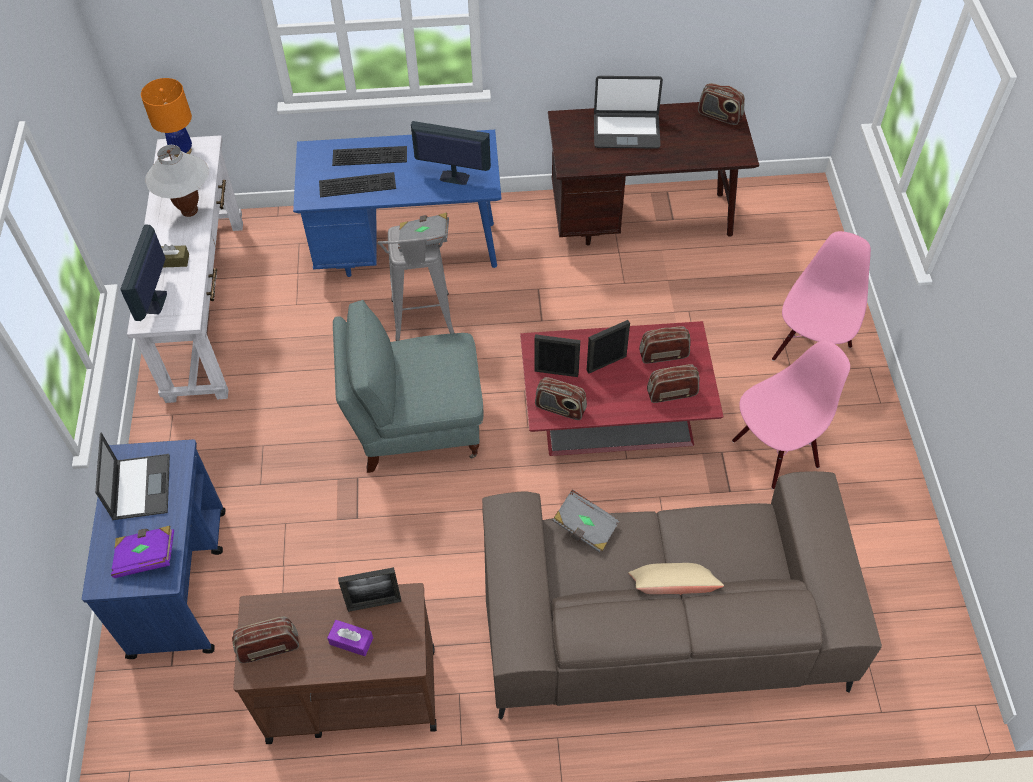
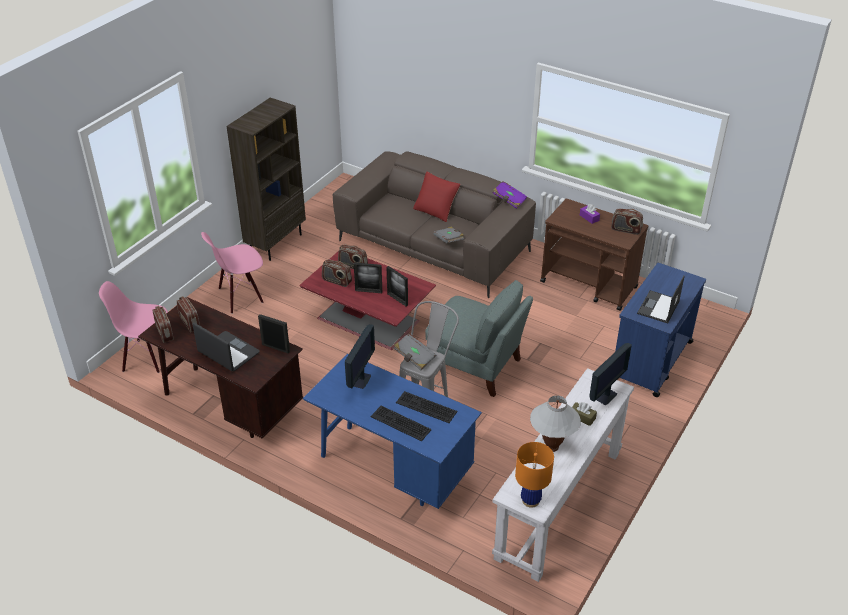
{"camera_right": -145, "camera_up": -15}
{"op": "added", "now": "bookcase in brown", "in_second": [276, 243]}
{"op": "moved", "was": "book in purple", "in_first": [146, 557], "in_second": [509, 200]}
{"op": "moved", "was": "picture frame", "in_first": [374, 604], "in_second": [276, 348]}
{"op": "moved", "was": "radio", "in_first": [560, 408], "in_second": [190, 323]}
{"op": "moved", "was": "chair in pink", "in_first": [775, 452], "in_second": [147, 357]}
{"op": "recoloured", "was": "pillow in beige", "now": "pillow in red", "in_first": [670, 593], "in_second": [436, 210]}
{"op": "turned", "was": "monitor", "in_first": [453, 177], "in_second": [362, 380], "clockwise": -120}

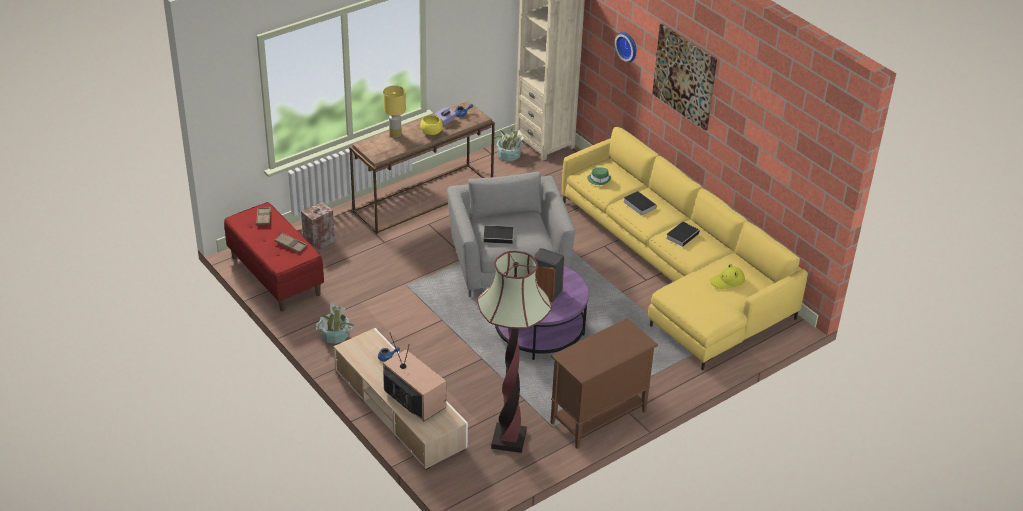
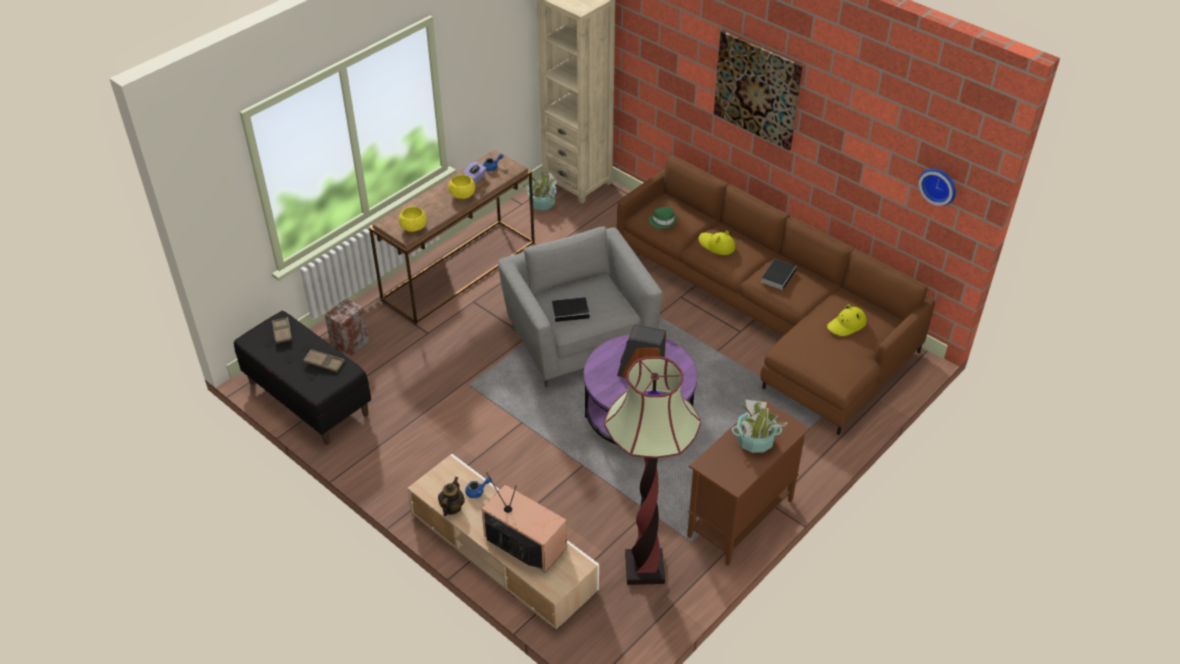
{"camera_right": -10, "camera_up": 5}
{"op": "removed", "was": "table lamp in yellow", "in_first": [395, 134]}
{"op": "added", "now": "bowl in yellow", "in_second": [414, 227]}
{"op": "added", "now": "teapot", "in_second": [451, 508]}
{"op": "moved", "was": "potted plant", "in_first": [335, 335], "in_second": [755, 440]}
{"op": "moved", "was": "wall clock", "in_first": [628, 46], "in_second": [939, 185]}
{"op": "replaced", "was": "book", "now": "hat in yellow", "in_first": [638, 204], "in_second": [716, 245]}
{"op": "recoloured", "was": "bench in red", "now": "bench in black", "in_first": [275, 276], "in_second": [308, 398]}
{"op": "recoloured", "was": "sofa in yellow", "now": "sofa in brown", "in_first": [676, 271], "in_second": [769, 314]}

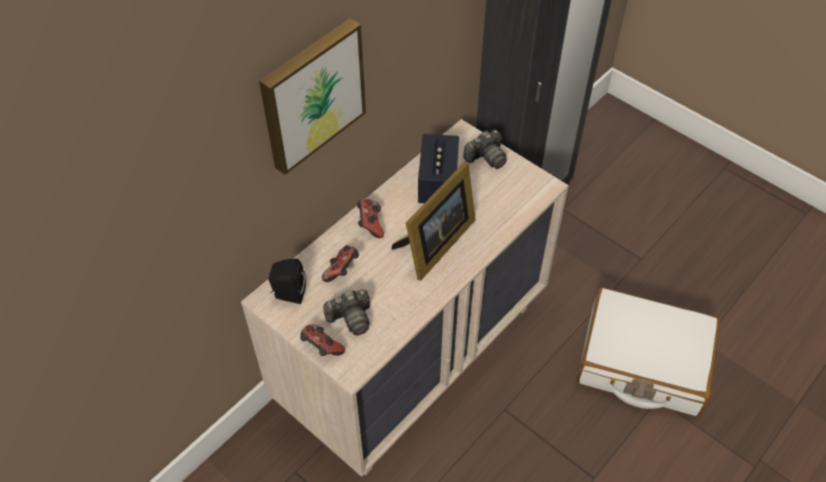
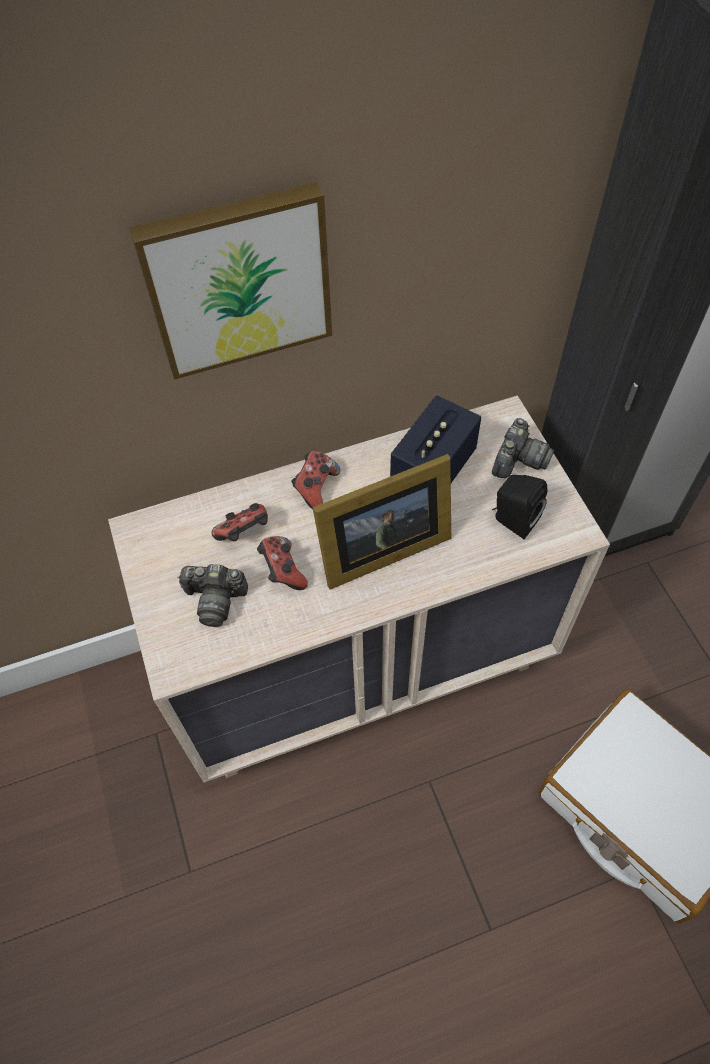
{"camera_right": 30, "camera_up": 5}
{"op": "moved", "was": "speaker in black", "in_first": [288, 294], "in_second": [513, 520]}
{"op": "moved", "was": "game controller", "in_first": [321, 348], "in_second": [282, 571]}
{"op": "turned", "was": "photo camera", "in_first": [486, 157], "in_second": [518, 460], "clockwise": -60}

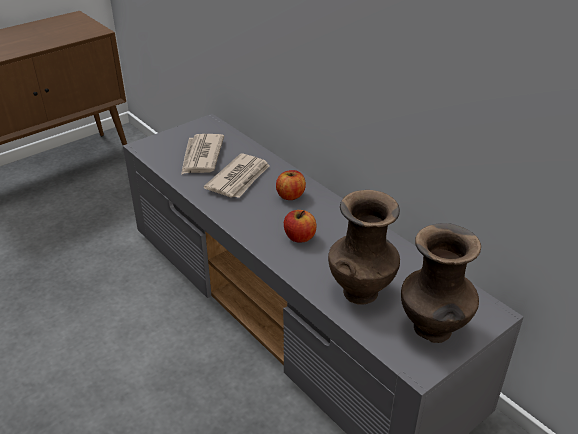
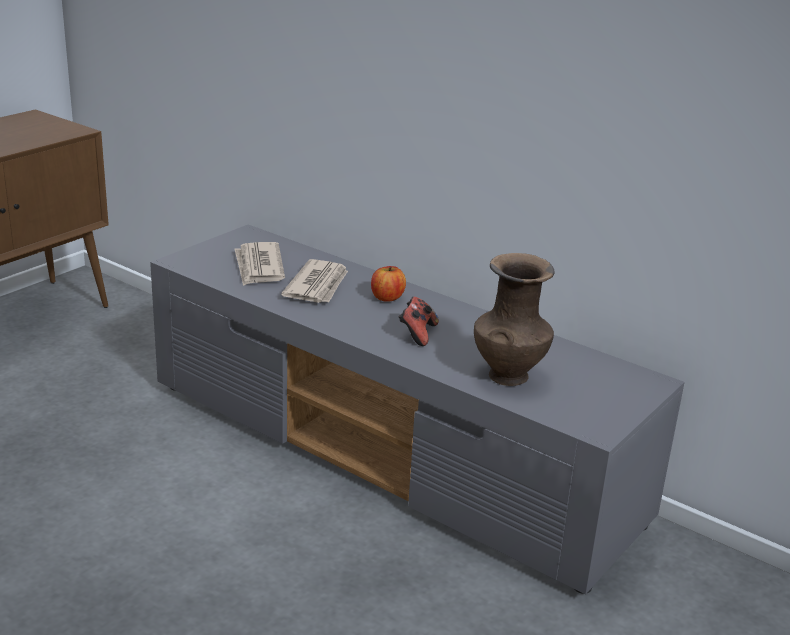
{"camera_right": -15, "camera_up": -10}
{"op": "removed", "was": "vase in brown", "in_first": [433, 330]}
{"op": "replaced", "was": "apple", "now": "game controller", "in_first": [299, 237], "in_second": [417, 334]}

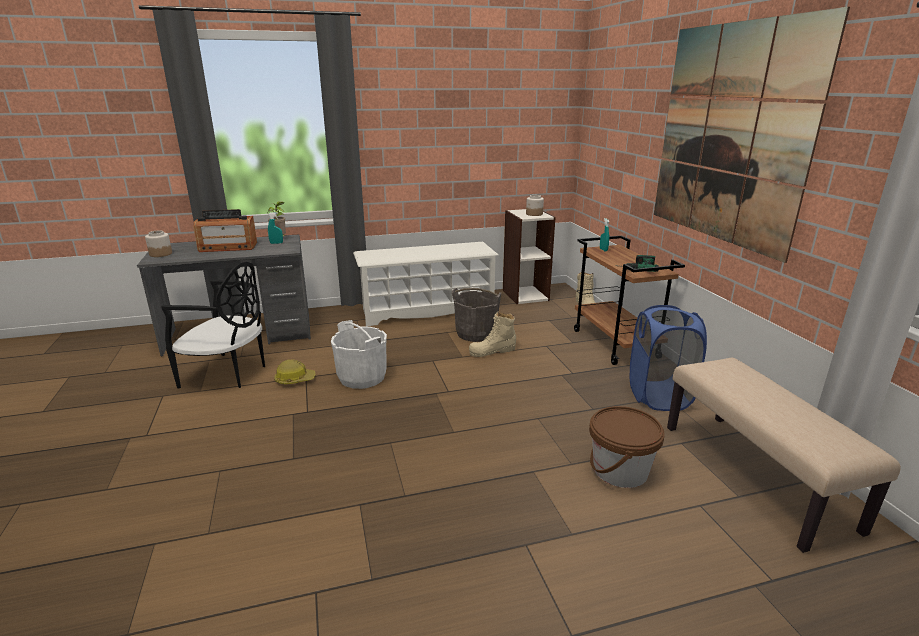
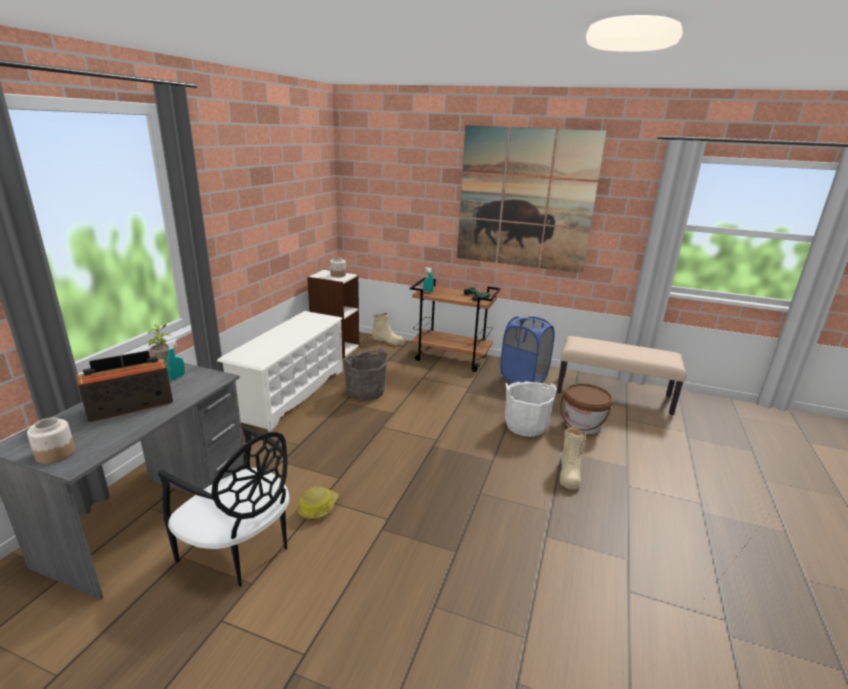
{"camera_right": -55, "camera_up": 0}
{"op": "moved", "was": "bucket in white", "in_first": [362, 377], "in_second": [525, 426]}
{"op": "moved", "was": "boot in beige", "in_first": [492, 351], "in_second": [569, 473]}
{"op": "turned", "was": "chair in black", "in_first": [228, 374], "in_second": [240, 550], "clockwise": 75}
{"op": "turned", "was": "radio", "in_first": [228, 247], "in_second": [130, 405], "clockwise": -150}

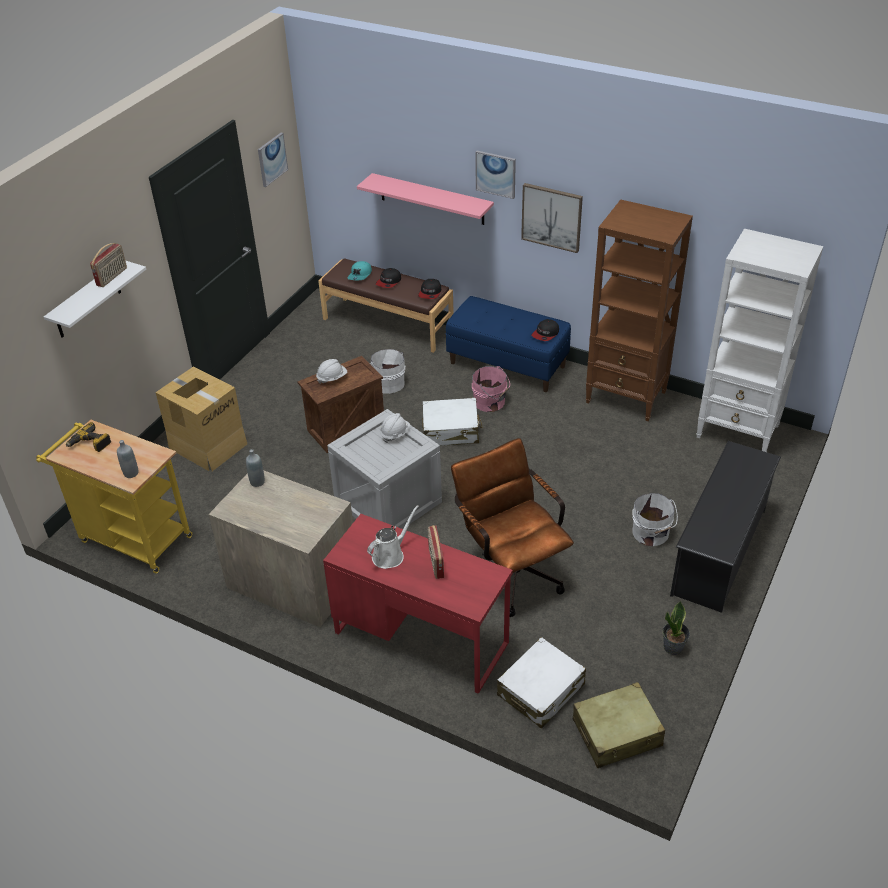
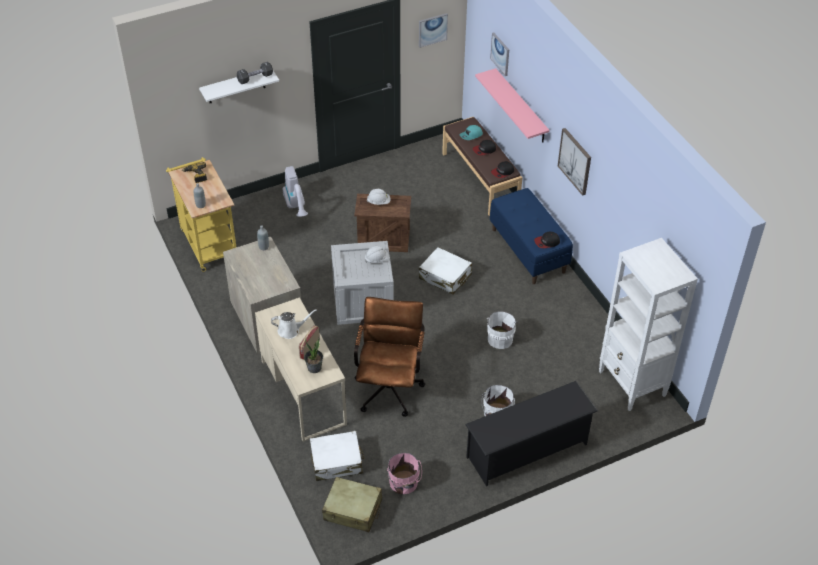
{"camera_right": 35, "camera_up": 5}
{"op": "removed", "was": "bookcase in brown", "in_first": [626, 397]}
{"op": "moved", "was": "bucket in white", "in_first": [388, 383], "in_second": [500, 338]}
{"op": "moved", "was": "bucket in pink", "in_first": [490, 403], "in_second": [403, 483]}
{"op": "moved", "was": "picture", "in_first": [495, 174], "in_second": [500, 54]}
{"op": "moved", "was": "potted plant", "in_first": [673, 647], "in_second": [314, 368]}
{"op": "replaced", "was": "radio", "now": "dumbbell in black", "in_first": [112, 277], "in_second": [255, 78]}
{"op": "replaced", "was": "cardboard box", "now": "vacuum cleaner", "in_first": [208, 445], "in_second": [296, 207]}
{"op": "recoloured", "was": "desk in red", "now": "desk in beige", "in_first": [421, 637], "in_second": [303, 392]}

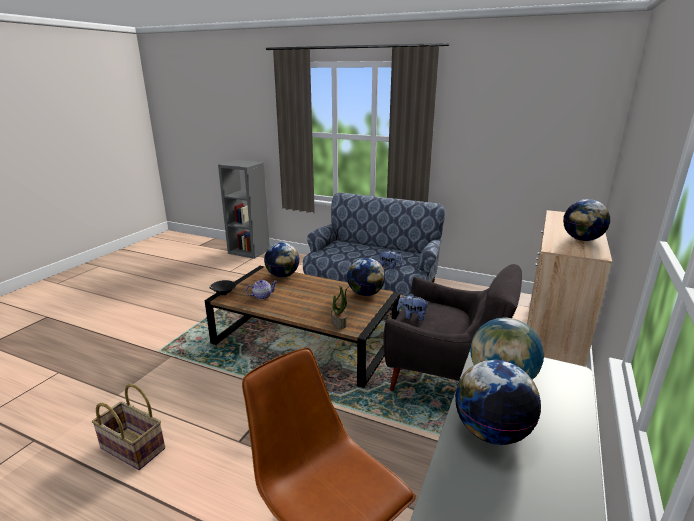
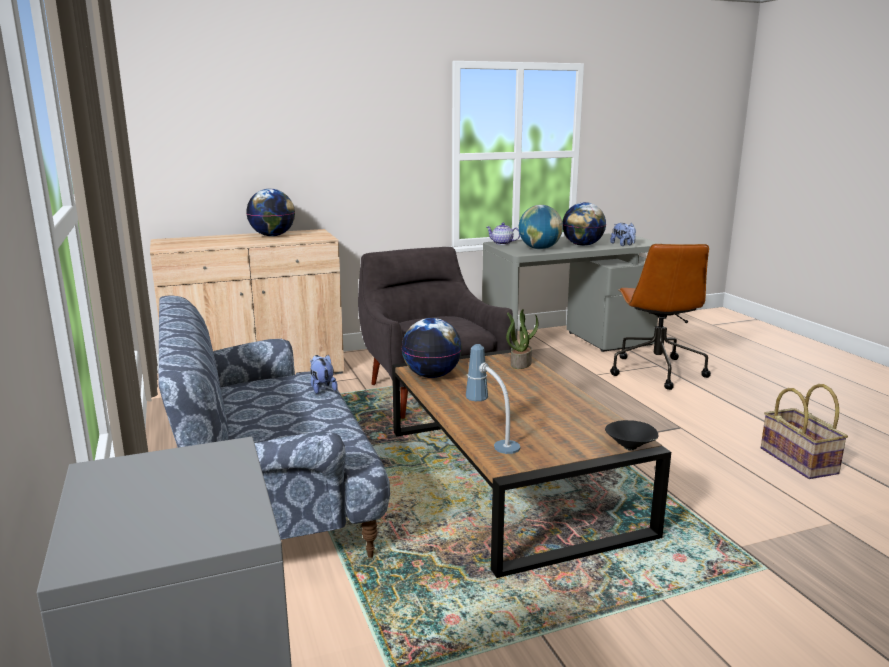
{"camera_right": -135, "camera_up": -5}
{"op": "moved", "was": "teapot", "in_first": [262, 296], "in_second": [502, 243]}
{"op": "moved", "was": "plush toy", "in_first": [412, 316], "in_second": [623, 245]}
{"op": "replaced", "was": "globe", "now": "table lamp", "in_first": [282, 275], "in_second": [492, 442]}

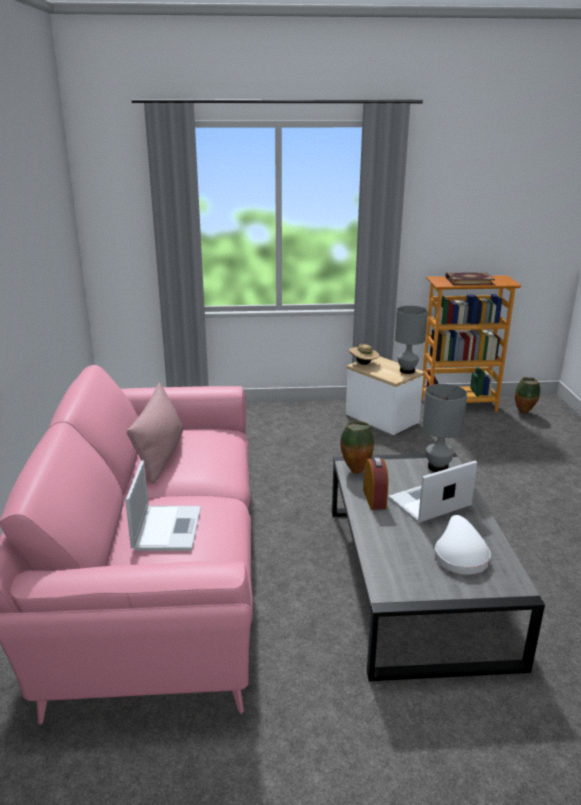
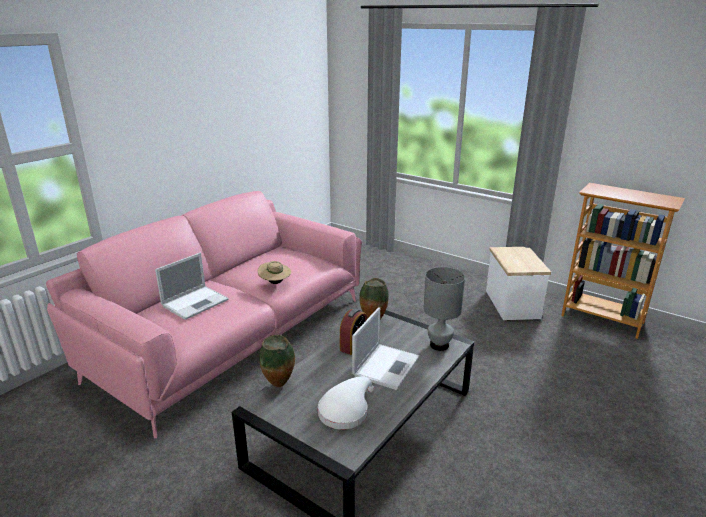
{"camera_right": 40, "camera_up": 0}
{"op": "removed", "was": "pillow in pink", "in_first": [160, 455]}
{"op": "removed", "was": "table lamp in grey", "in_first": [407, 371]}
{"op": "removed", "was": "book", "in_first": [469, 280]}
{"op": "moved", "was": "hat in beige", "in_first": [363, 364], "in_second": [275, 283]}
{"op": "moved", "was": "vase", "in_first": [524, 413], "in_second": [279, 386]}
{"op": "turned", "was": "laptop", "in_first": [428, 503], "in_second": [386, 365], "clockwise": 105}

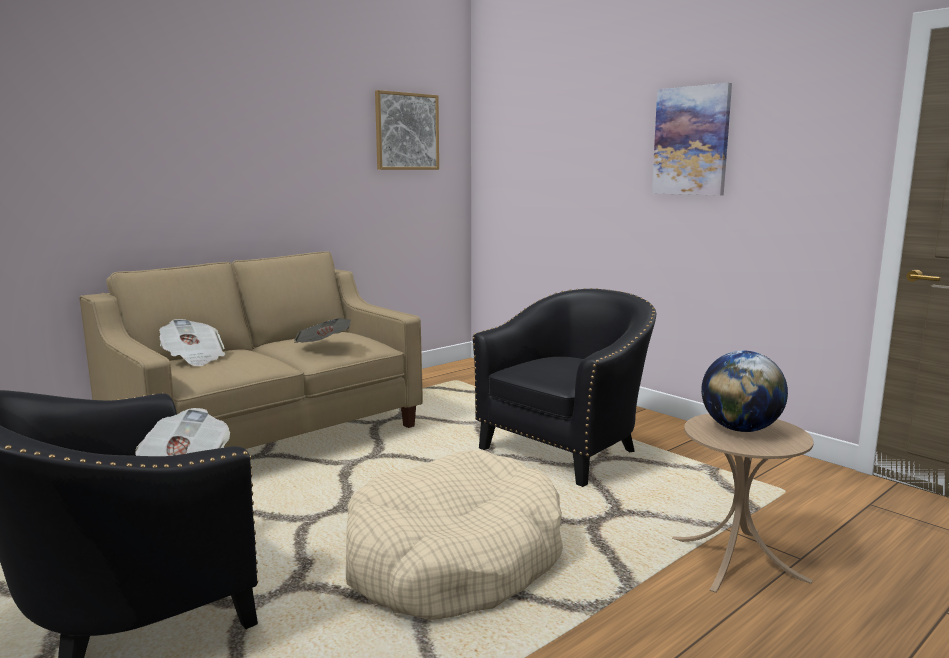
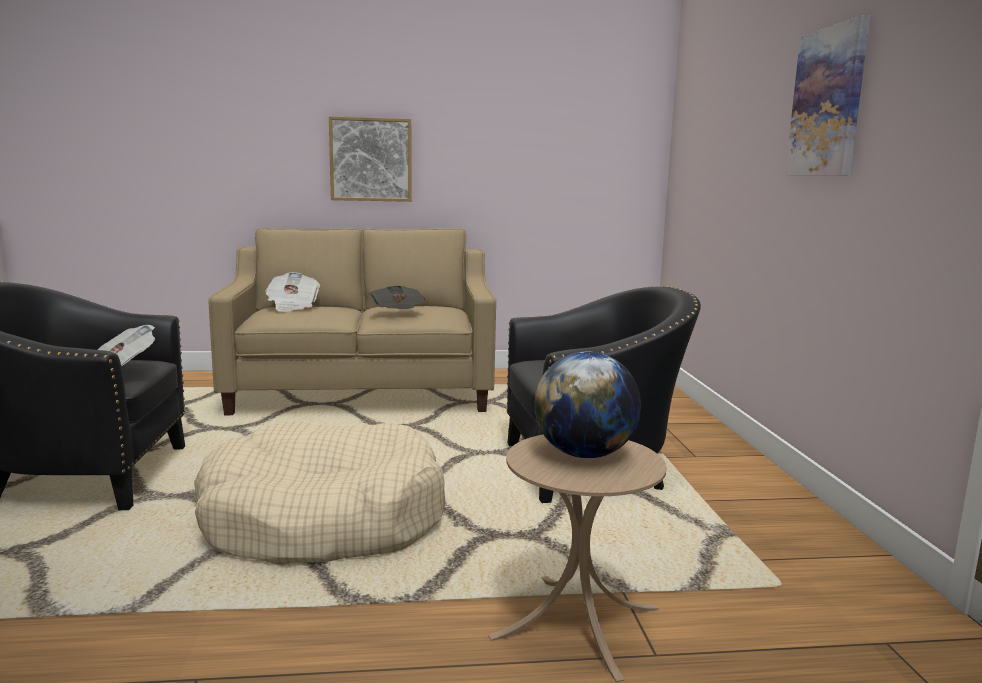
{"camera_right": 35, "camera_up": 0}
{"op": "moved", "was": "picture", "in_first": [406, 131], "in_second": [371, 159]}

